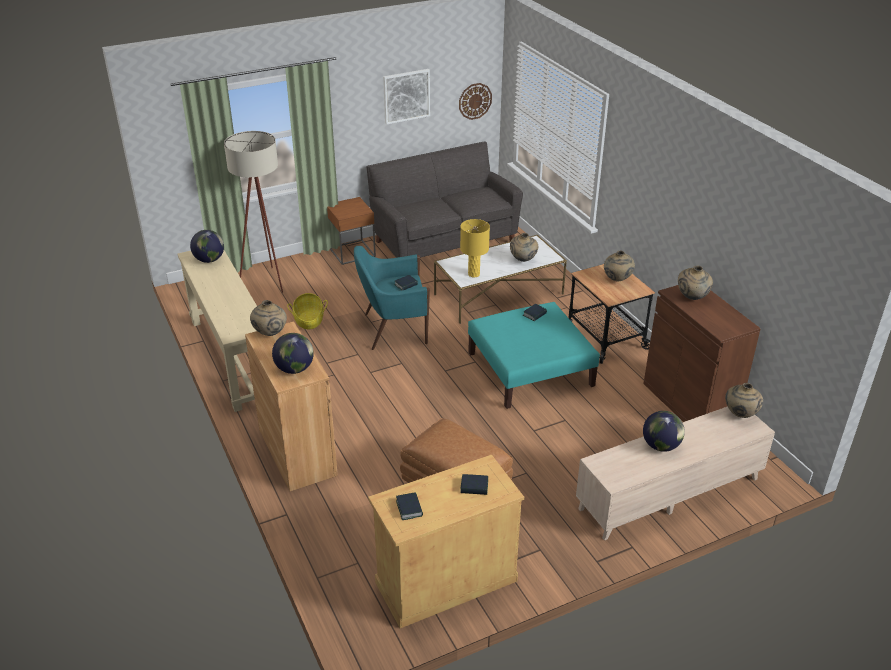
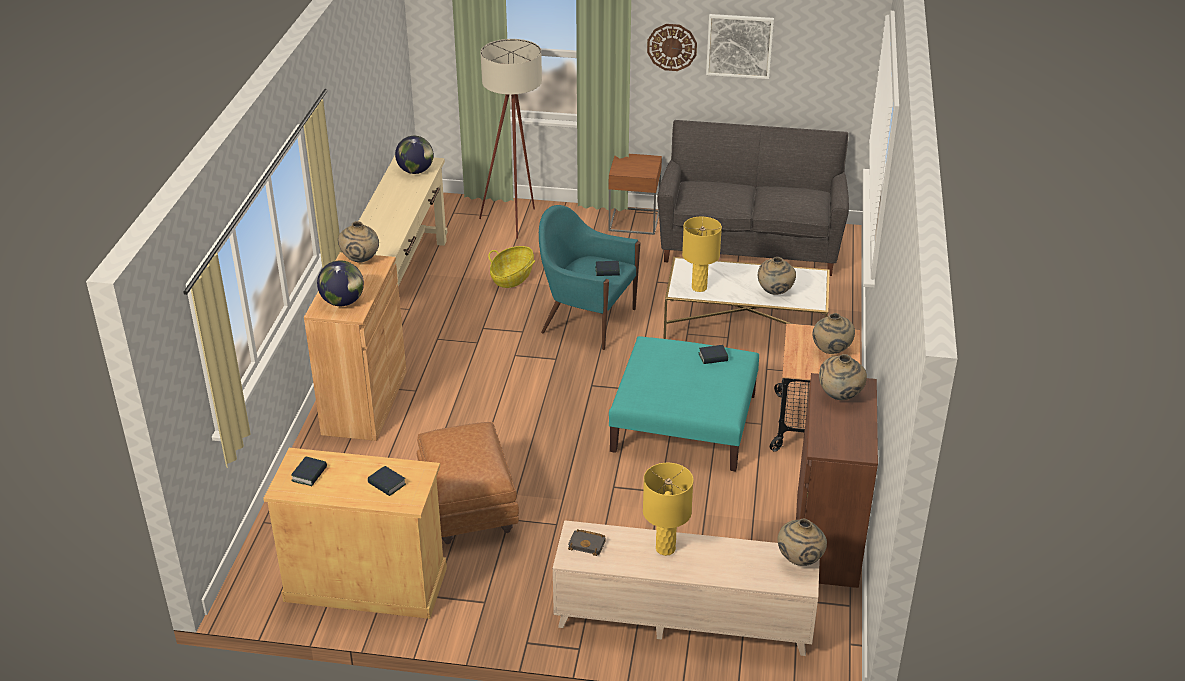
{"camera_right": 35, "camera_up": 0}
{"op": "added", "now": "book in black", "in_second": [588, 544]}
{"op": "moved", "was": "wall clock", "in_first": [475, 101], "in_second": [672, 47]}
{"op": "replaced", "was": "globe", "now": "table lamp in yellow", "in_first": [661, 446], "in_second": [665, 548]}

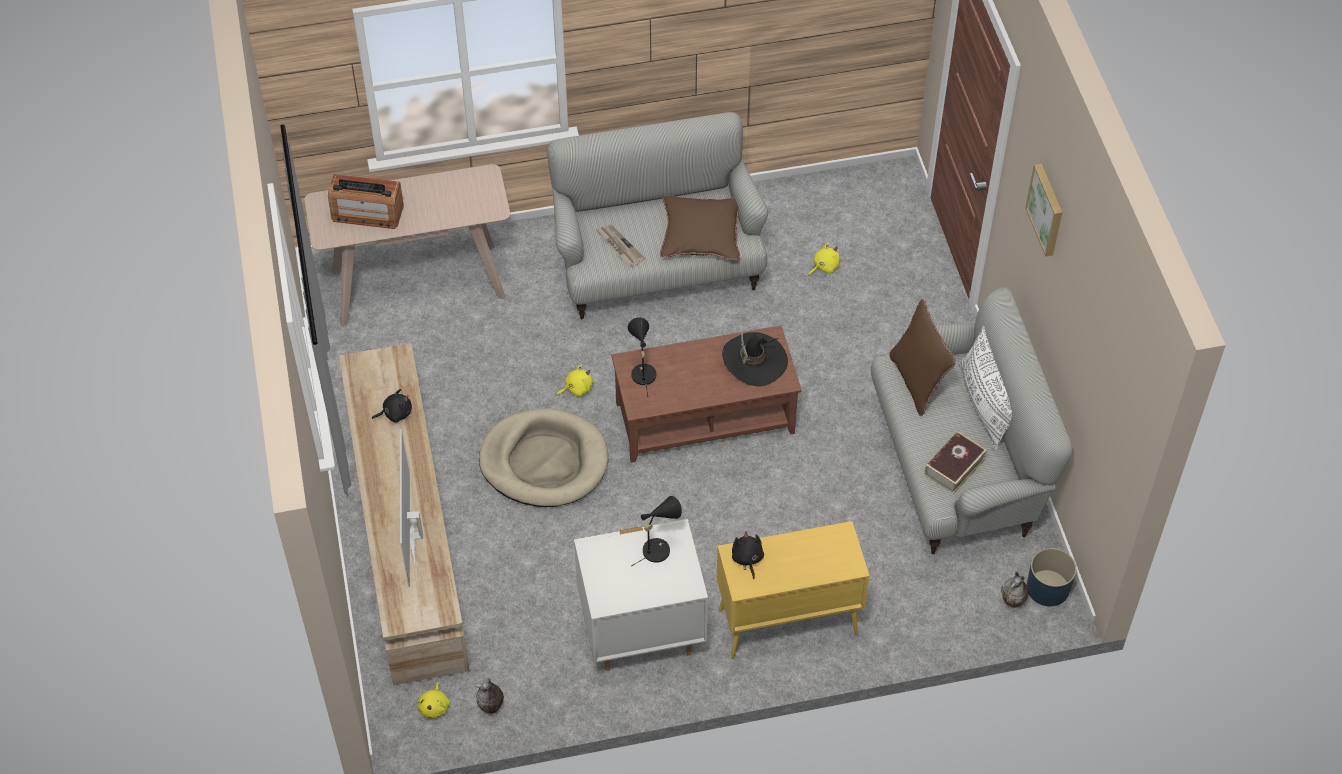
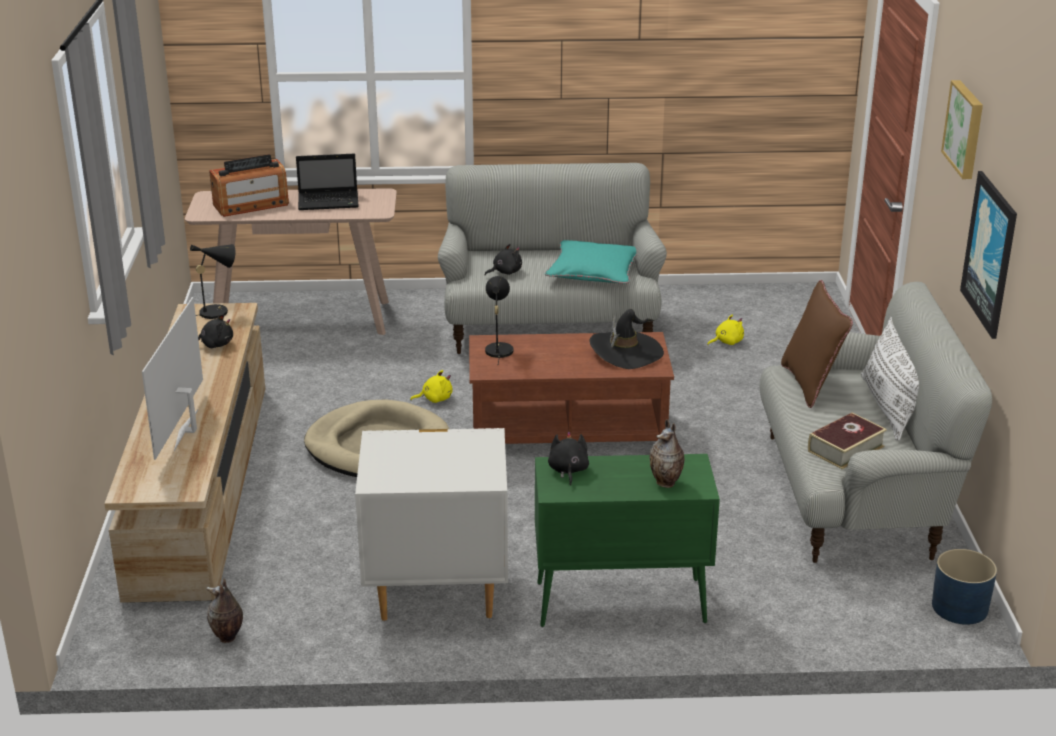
{"camera_right": 10, "camera_up": -25}
{"op": "removed", "was": "plush toy in yellow", "in_first": [434, 706]}
{"op": "added", "now": "laptop", "in_second": [329, 202]}
{"op": "added", "now": "picture", "in_second": [991, 253]}
{"op": "moved", "was": "table lamp in black", "in_first": [659, 548], "in_second": [217, 311]}
{"op": "moved", "was": "vase", "in_first": [1013, 602], "in_second": [666, 483]}
{"op": "replaced", "was": "newspaper", "now": "plush toy in black", "in_first": [619, 246], "in_second": [505, 272]}
{"op": "recoloured", "was": "pillow in brown", "now": "pillow in turquoise", "in_first": [701, 233], "in_second": [593, 271]}
{"op": "recoloured", "was": "cabinet in yellow", "now": "cabinet in green", "in_first": [786, 623], "in_second": [618, 603]}
{"op": "turned", "was": "radio", "in_first": [367, 213], "in_second": [251, 205], "clockwise": -45}

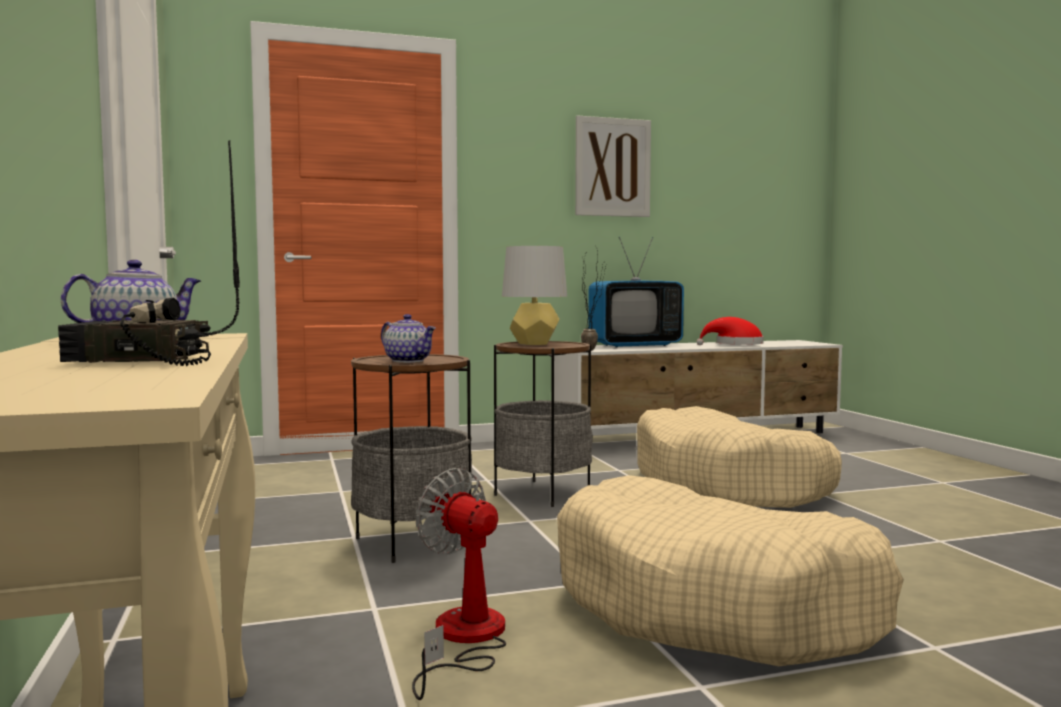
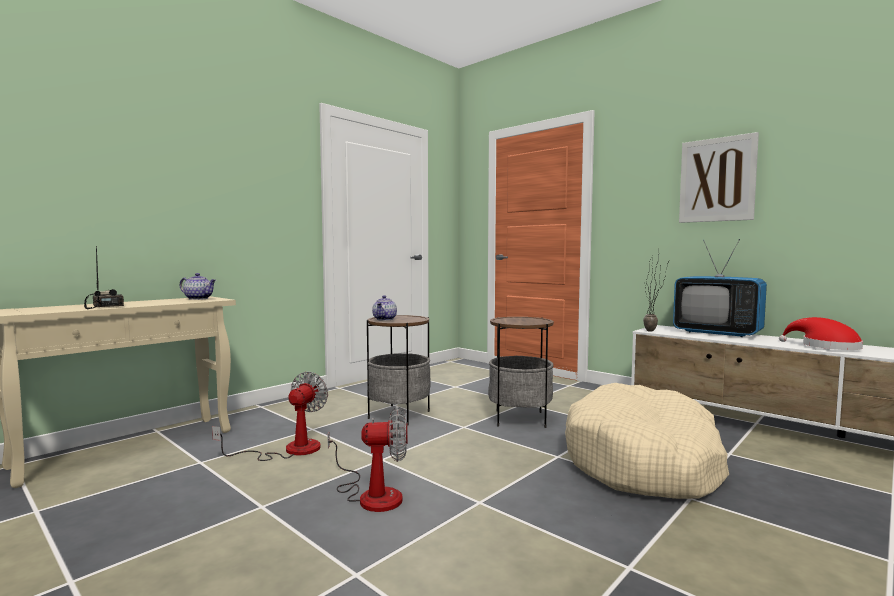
{"camera_right": 60, "camera_up": 0}
{"op": "removed", "was": "table lamp in grey", "in_first": [534, 343]}
{"op": "replaced", "was": "dog bed in beige", "now": "fan", "in_first": [716, 606], "in_second": [372, 494]}

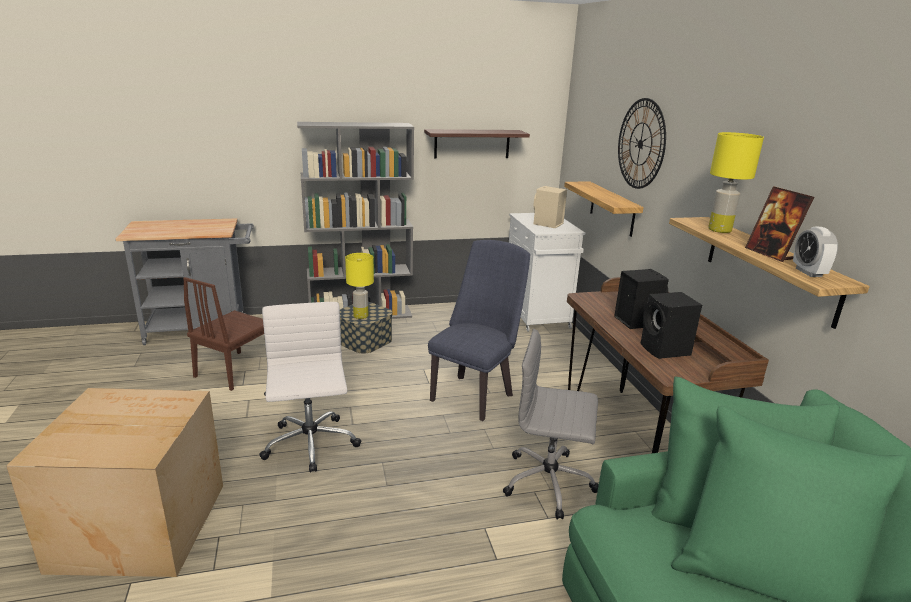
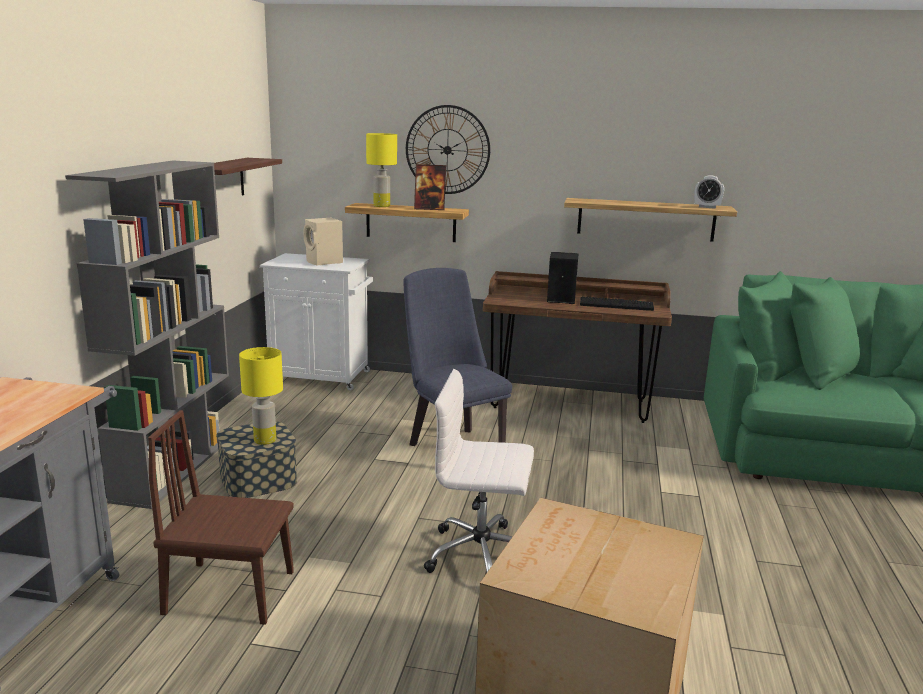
{"camera_right": -65, "camera_up": -5}
{"op": "removed", "was": "office chair in grey", "in_first": [550, 482]}
{"op": "moved", "was": "table lamp in yellow", "in_first": [720, 230], "in_second": [382, 206]}
{"op": "moved", "was": "picture frame", "in_first": [770, 254], "in_second": [429, 209]}
{"op": "replaced", "was": "speaker in black", "now": "keyboard", "in_first": [665, 350], "in_second": [617, 305]}
{"op": "turned", "was": "chair in brown", "in_first": [235, 370], "in_second": [230, 592], "clockwise": 135}

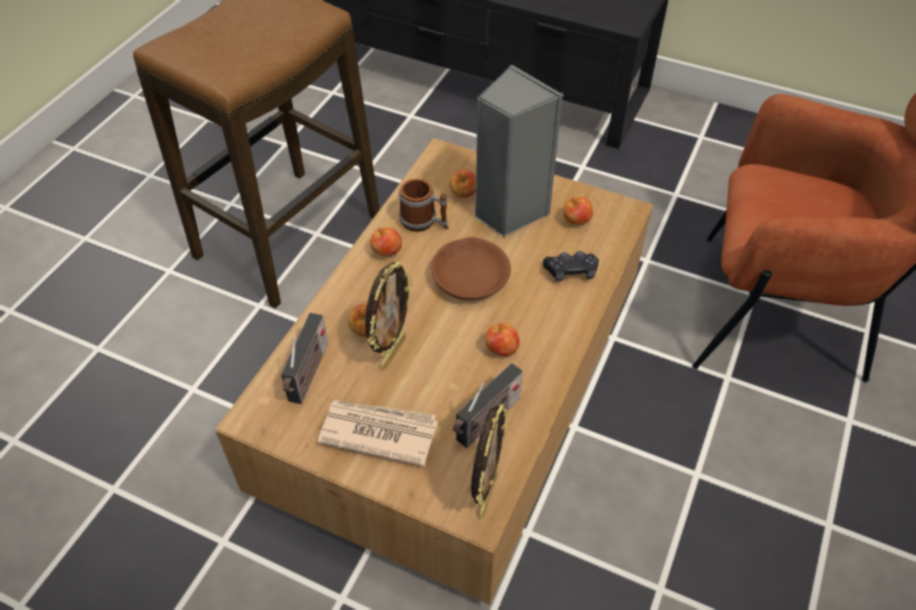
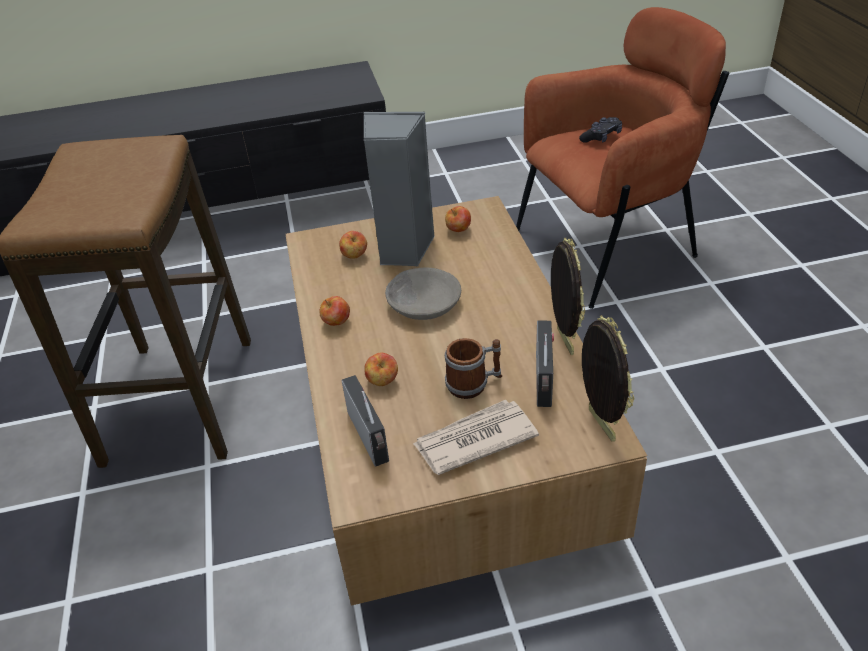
{"camera_right": -35, "camera_up": -10}
{"op": "removed", "was": "apple", "in_first": [501, 350]}
{"op": "moved", "was": "picture frame", "in_first": [392, 352], "in_second": [563, 341]}
{"op": "moved", "was": "mug", "in_first": [424, 222], "in_second": [474, 384]}
{"op": "moved", "was": "game controller in black", "in_first": [571, 272], "in_second": [601, 137]}
{"op": "recoloured", "was": "bowl in brown", "now": "bowl in grey", "in_first": [470, 277], "in_second": [423, 303]}

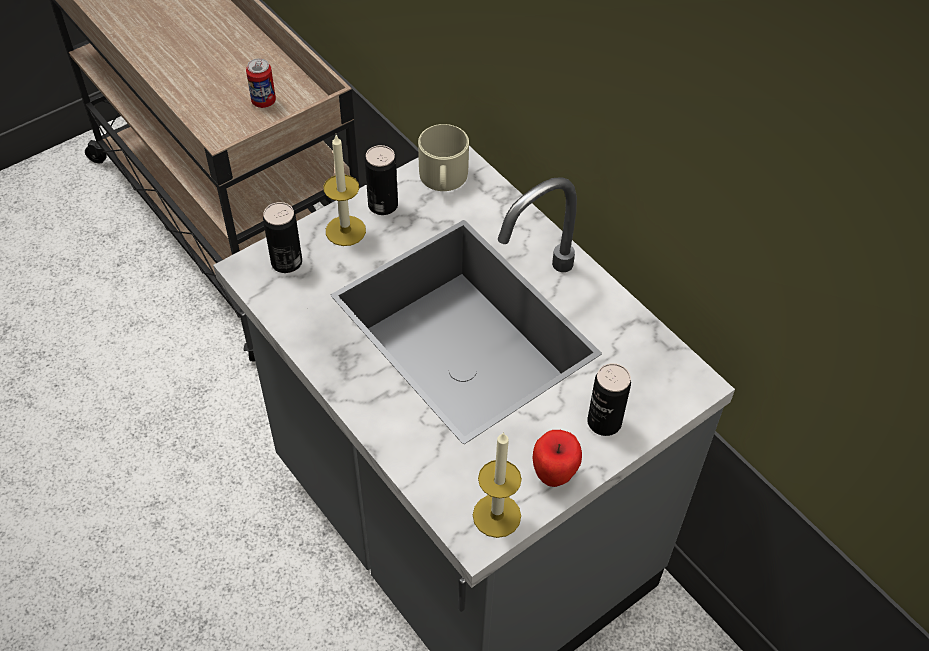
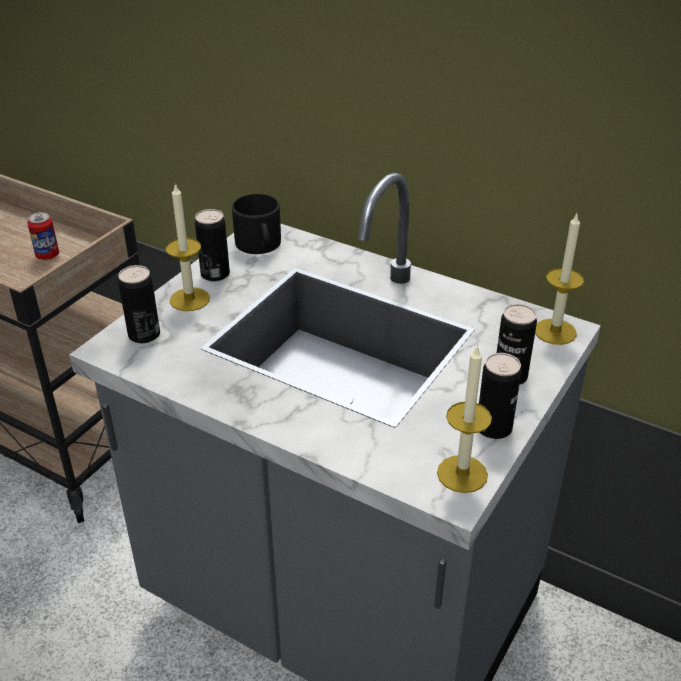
{"camera_right": -20, "camera_up": -15}
{"op": "added", "now": "candle", "in_second": [555, 331]}
{"op": "replaced", "was": "apple", "now": "can", "in_first": [554, 476], "in_second": [494, 428]}
{"op": "recoloured", "was": "mug in beige", "now": "mug in black", "in_first": [443, 178], "in_second": [259, 245]}

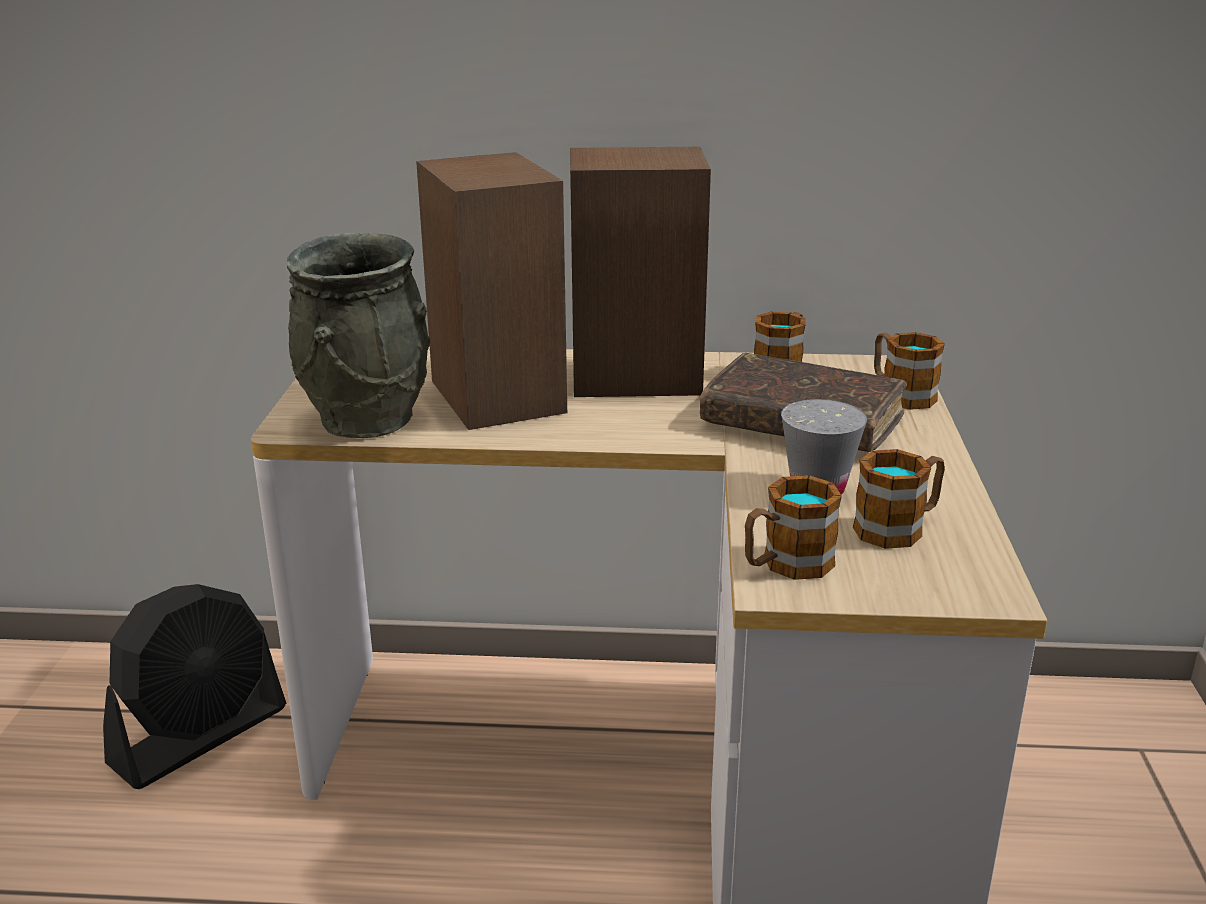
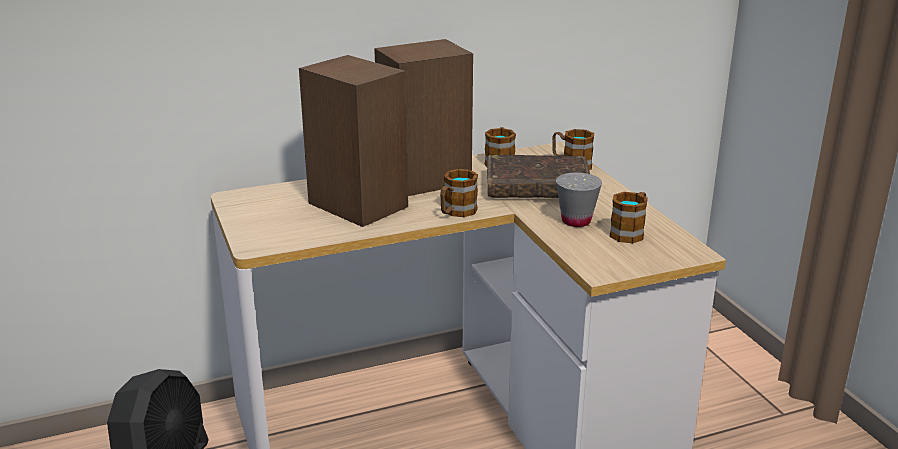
{"camera_right": -25, "camera_up": 0}
{"op": "removed", "was": "vase in grey", "in_first": [366, 419]}
{"op": "moved", "was": "mug", "in_first": [786, 565], "in_second": [456, 212]}

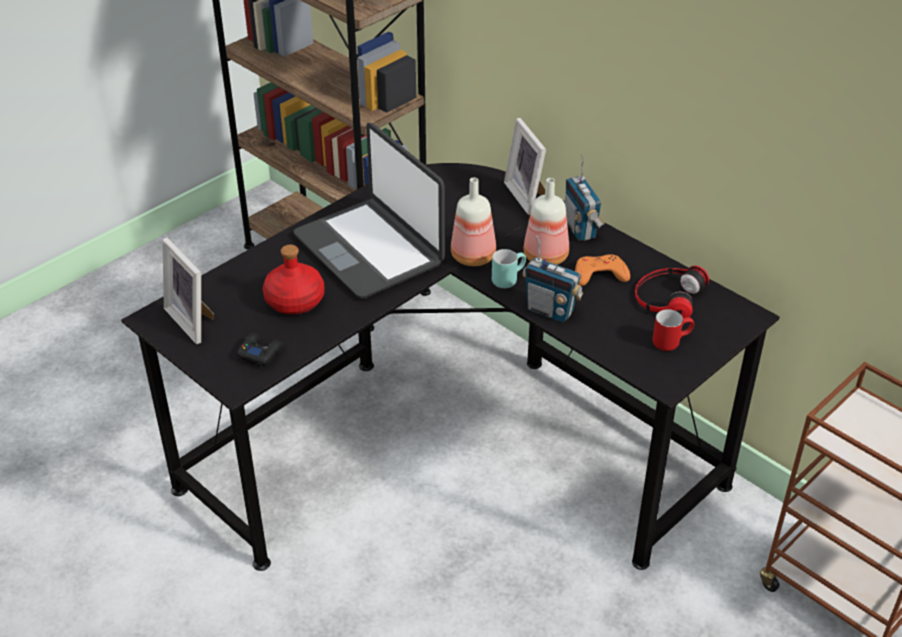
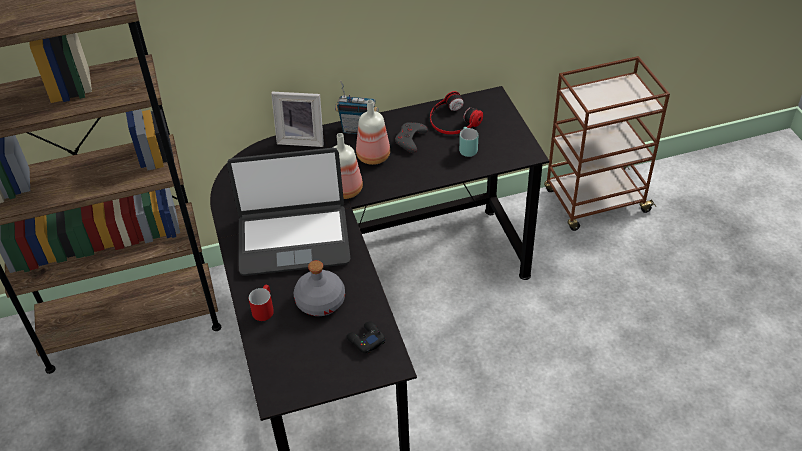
{"camera_right": -60, "camera_up": 5}
{"op": "removed", "was": "picture frame", "in_first": [194, 320]}
{"op": "removed", "was": "radio", "in_first": [550, 310]}
{"op": "moved", "was": "mug in turquoise", "in_first": [507, 278], "in_second": [466, 149]}
{"op": "moved", "was": "mug in red", "in_first": [670, 341], "in_second": [263, 309]}
{"op": "recoloured", "was": "bottle in red", "now": "bottle in grey", "in_first": [295, 301], "in_second": [321, 301]}
{"op": "recoloured", "was": "game controller in orange", "now": "game controller in grey", "in_first": [599, 274], "in_second": [410, 140]}

